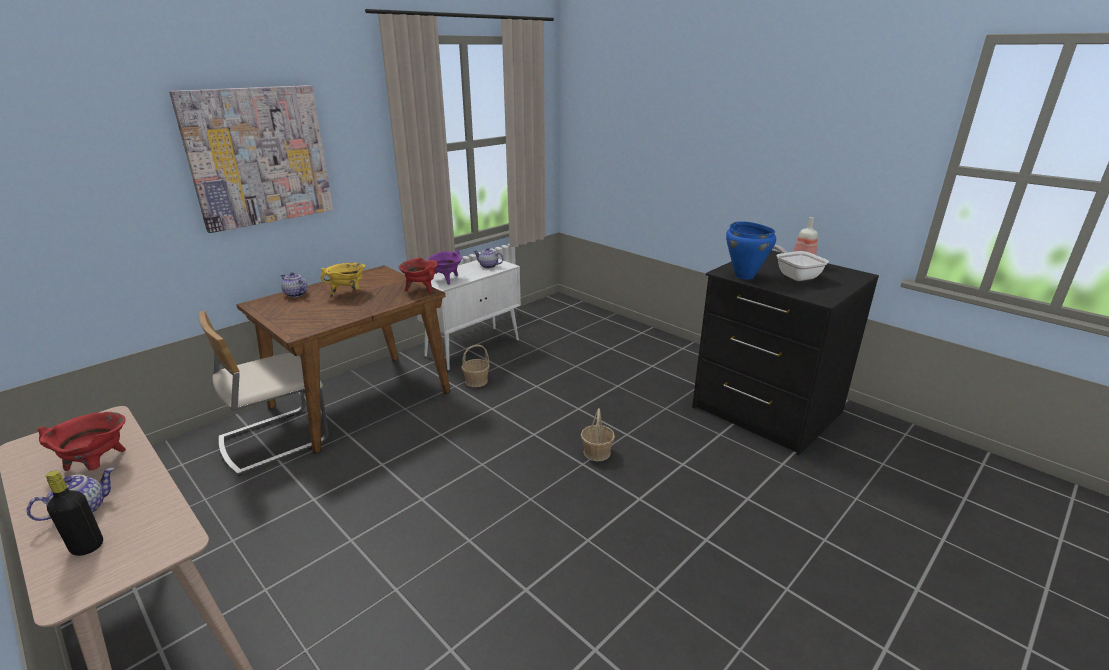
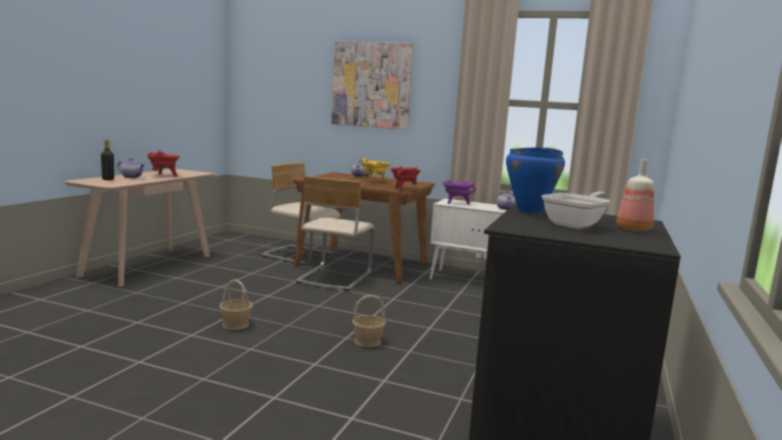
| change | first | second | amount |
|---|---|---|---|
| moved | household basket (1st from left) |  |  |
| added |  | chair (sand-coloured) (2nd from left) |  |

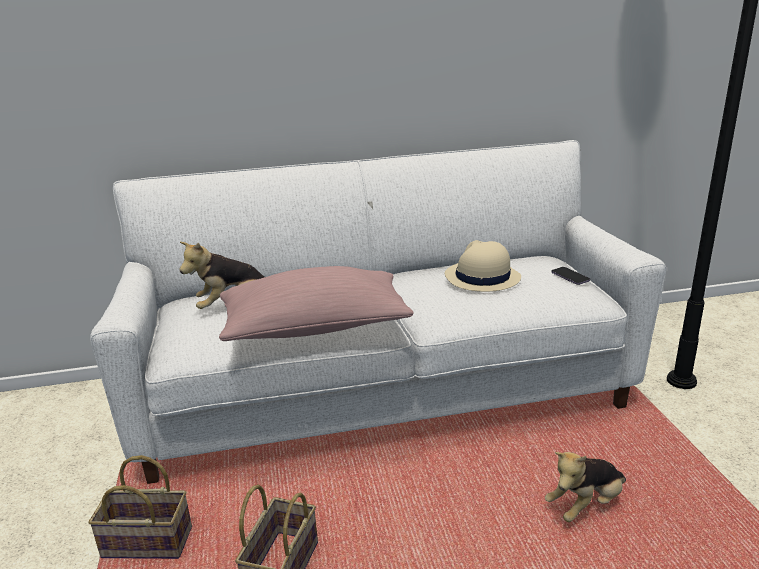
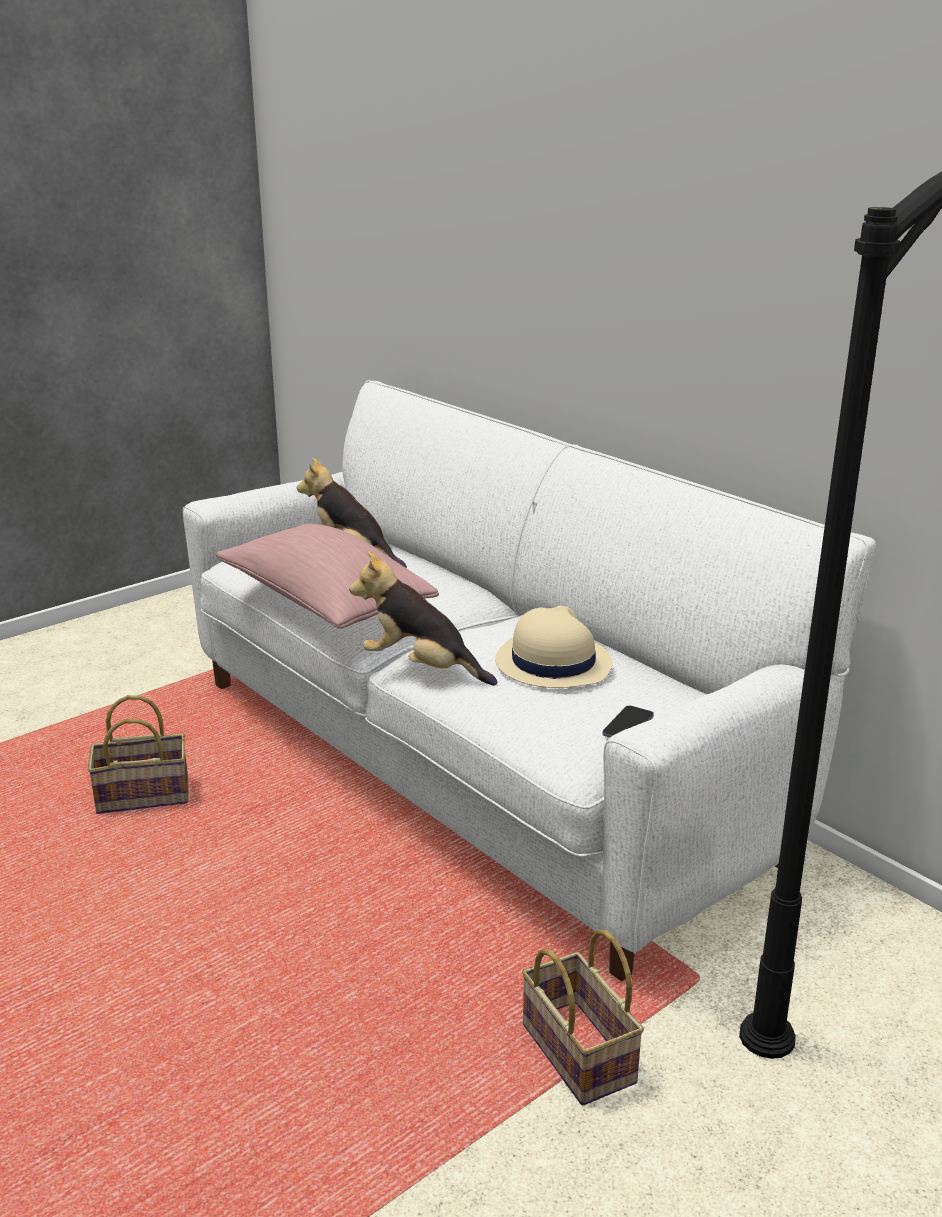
| change | first | second | amount |
|---|---|---|---|
| moved | soft toy (2nd from left) |  |  |
| moved | household basket (1st from left in the first image) | household basket (2nd from left) |  |

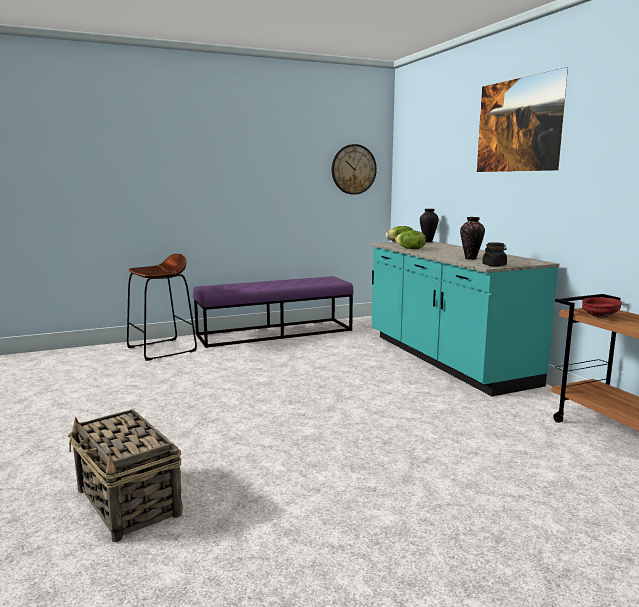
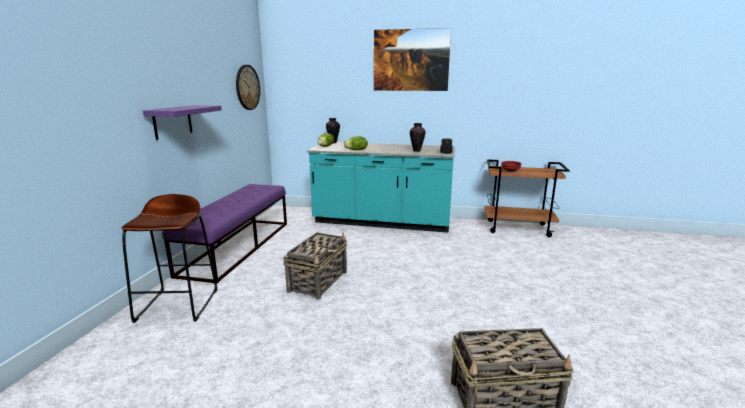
| change | first | second | amount |
|---|---|---|---|
| added |  | wall shelf (purple-coloured) |  |
| added |  | household basket (1st from left) |  |

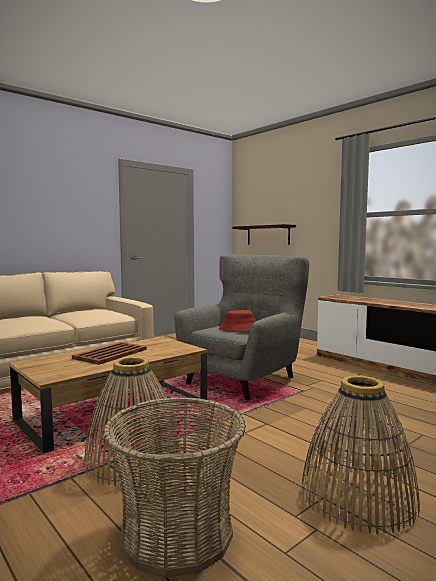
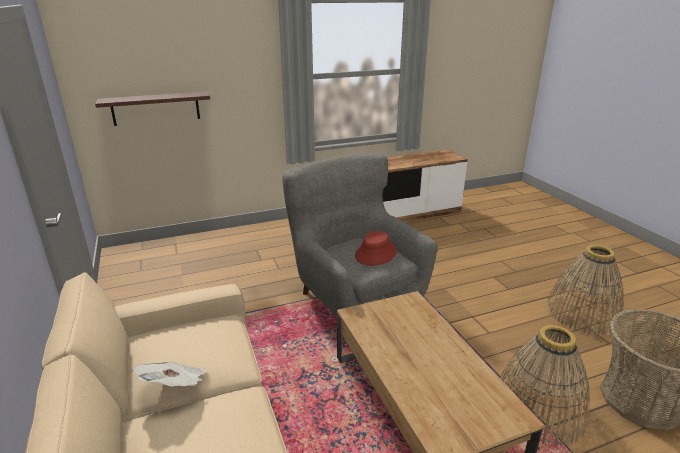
| change | first | second | amount |
|---|---|---|---|
| added |  | printed paper |  |
| removed | carrying tray (brown) |  |  |

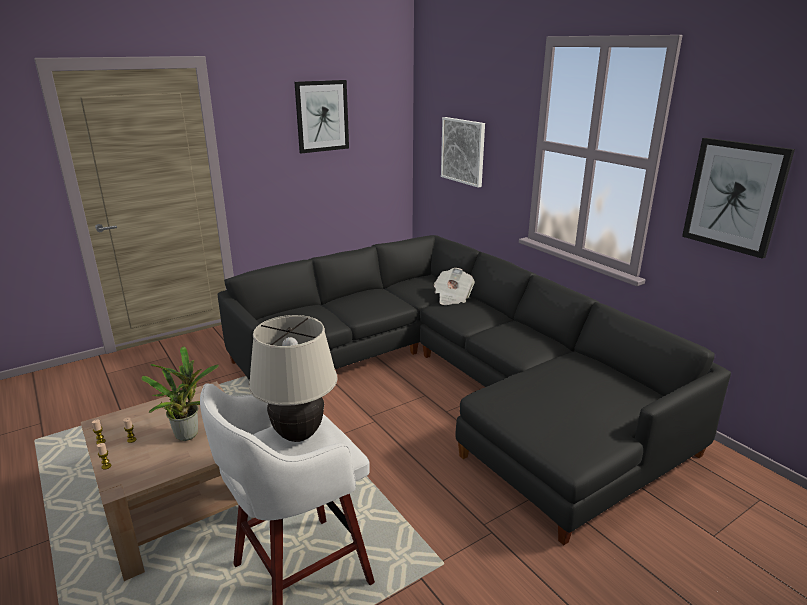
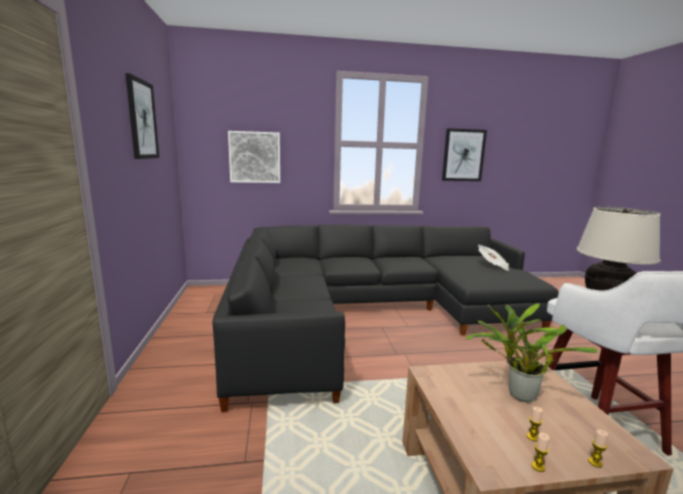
| change | first | second | amount |
|---|---|---|---|
| moved | printed paper |  |  |

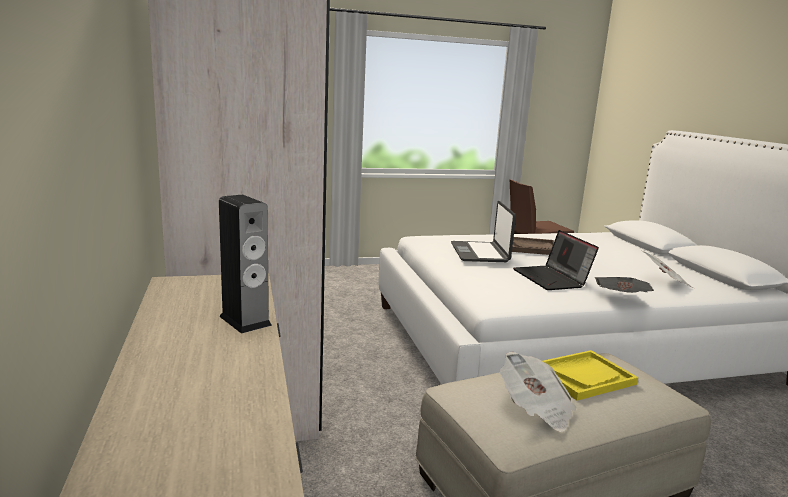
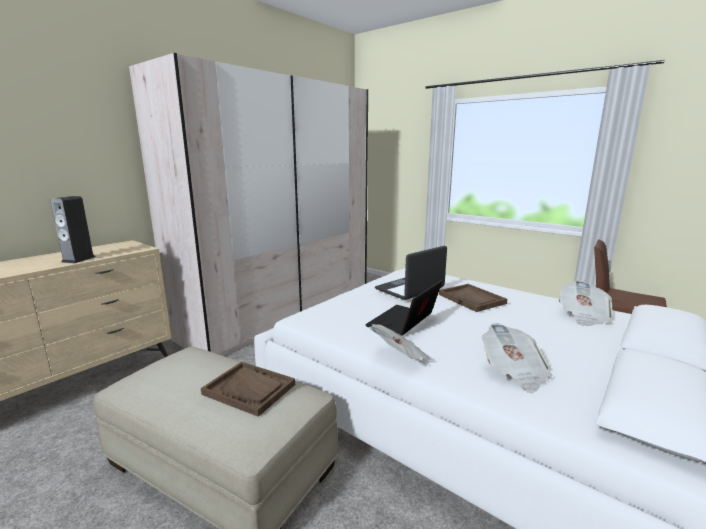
| change | first | second | amount |
|---|---|---|---|
| recoloured | carrying tray (yellow-coloured) | carrying tray (brown) (1st from left) |  |
| moved | printed paper (1st from left in the first image) | printed paper (3rd from left) |  |

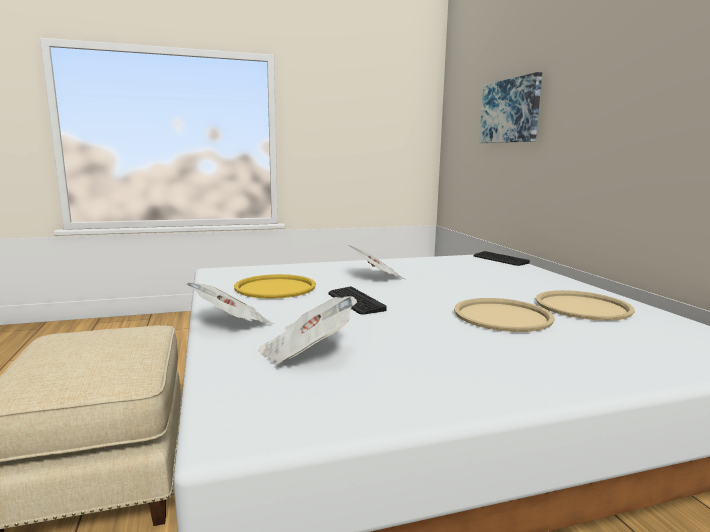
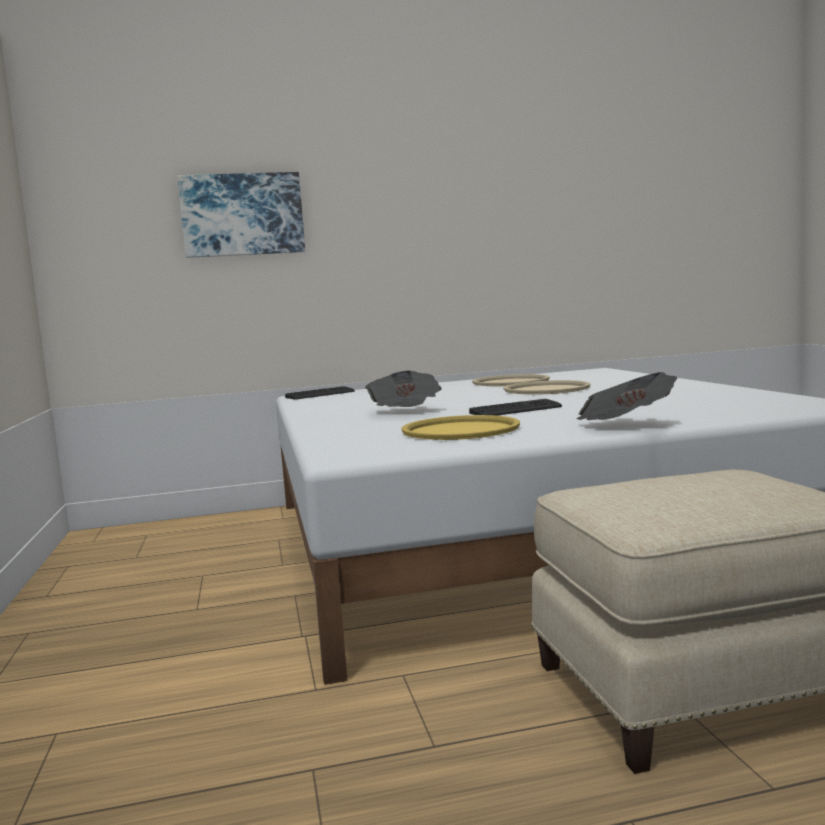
| change | first | second | amount |
|---|---|---|---|
| removed | printed paper (2nd from left) |  |  |

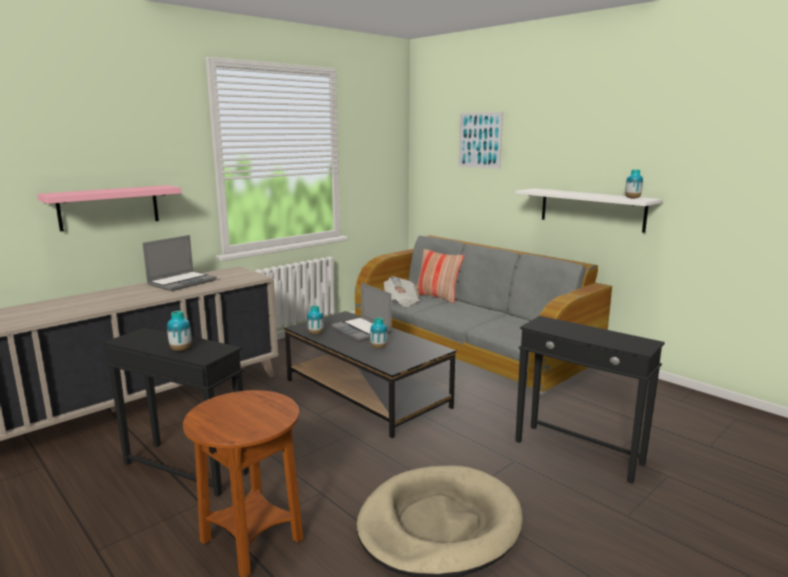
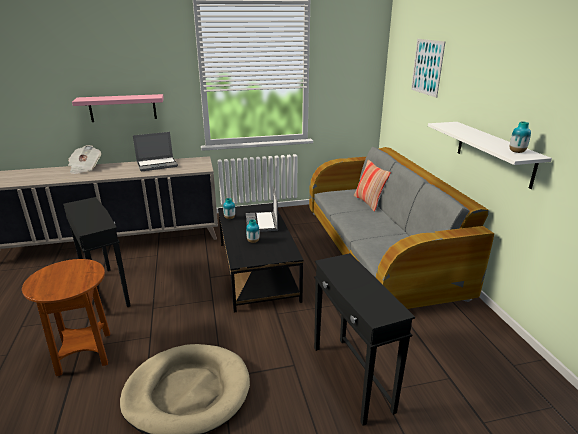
| change | first | second | amount |
|---|---|---|---|
| moved | printed paper |  |  |
| removed | flower vase (1st from left) |  |  |

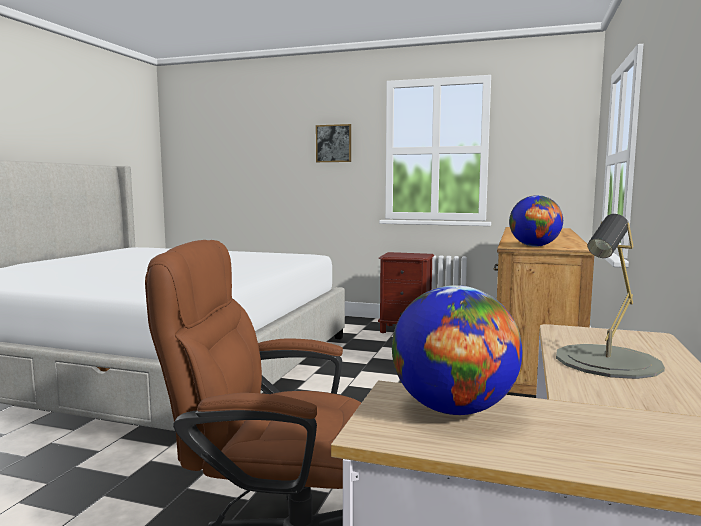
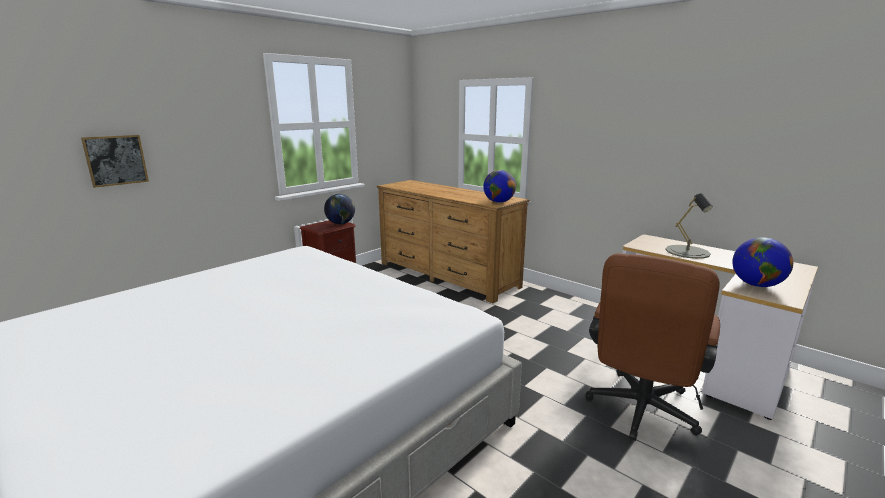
| change | first | second | amount |
|---|---|---|---|
| moved | picture |  |  |
| added |  | world globe (1st from left) |  |

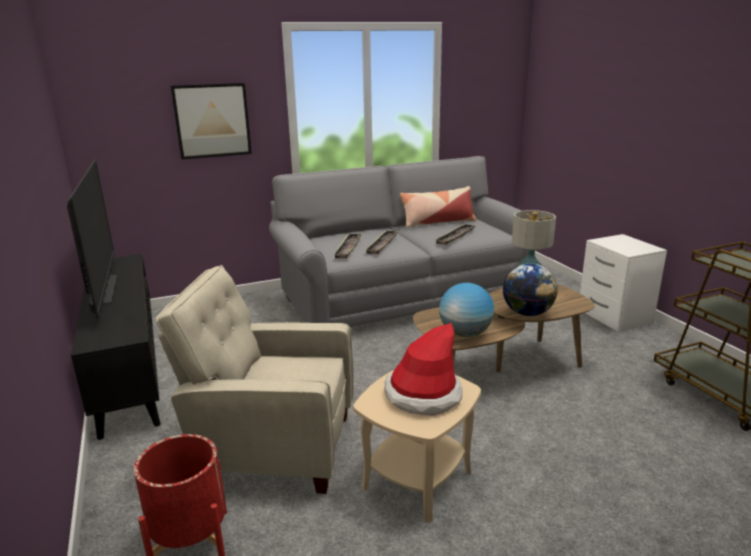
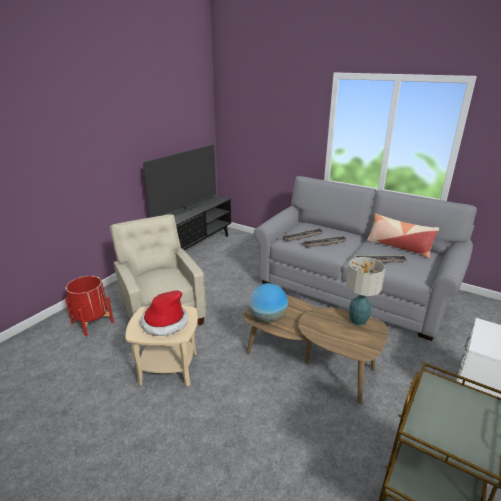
| change | first | second | amount |
|---|---|---|---|
| removed | picture |  |  |
| removed | world globe (2nd from left) |  |  |

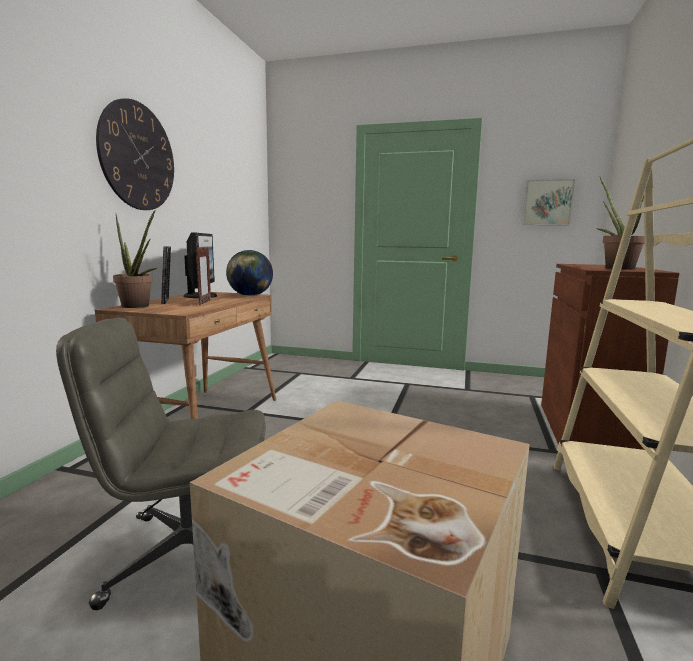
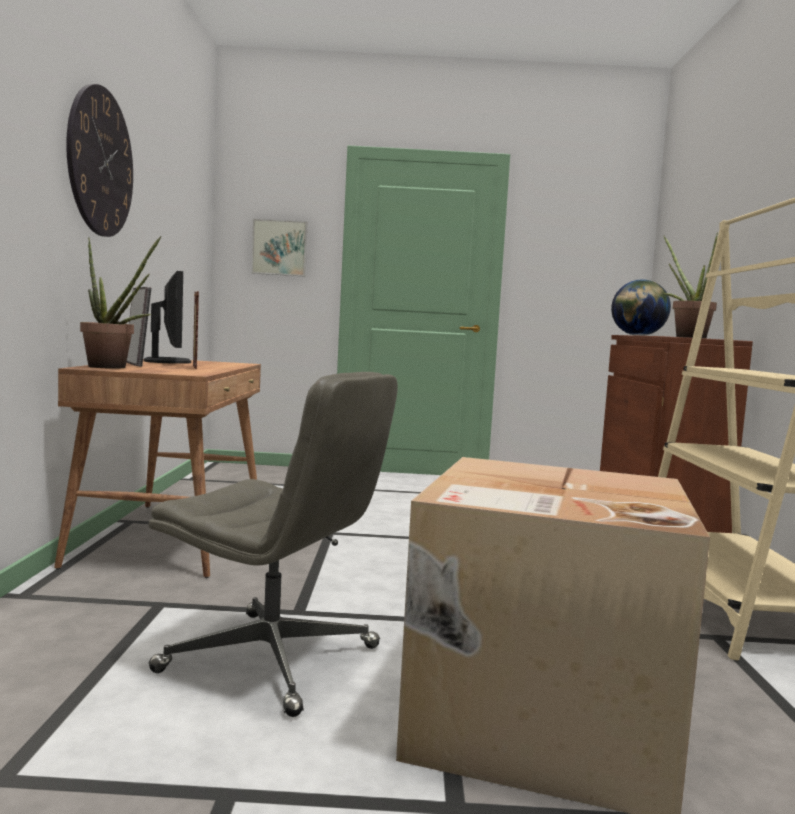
| change | first | second | amount |
|---|---|---|---|
| turned | office chair (gray) |  | 135 degrees counterclockwise |
| moved | picture |  |  |
| moved | world globe |  |  |

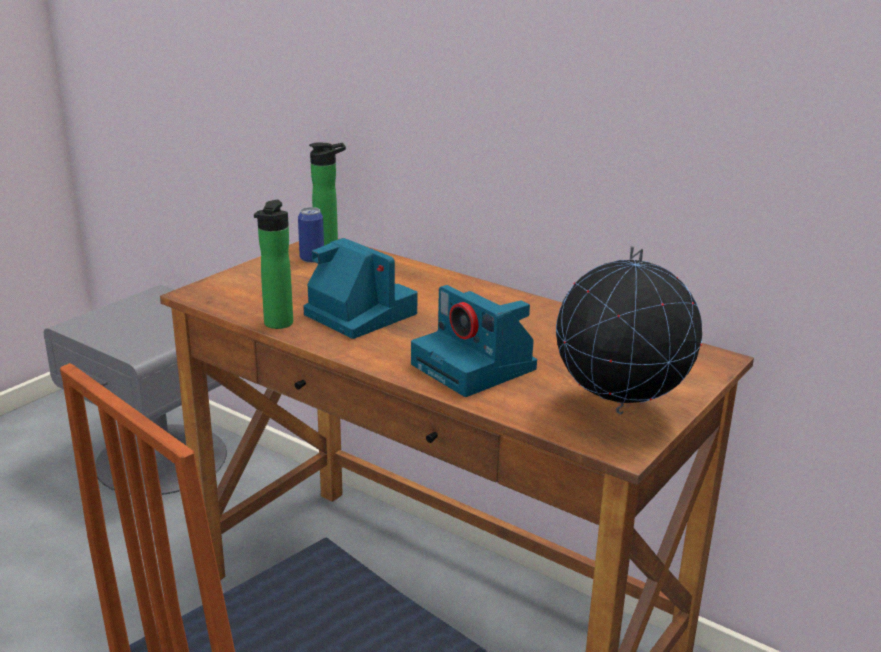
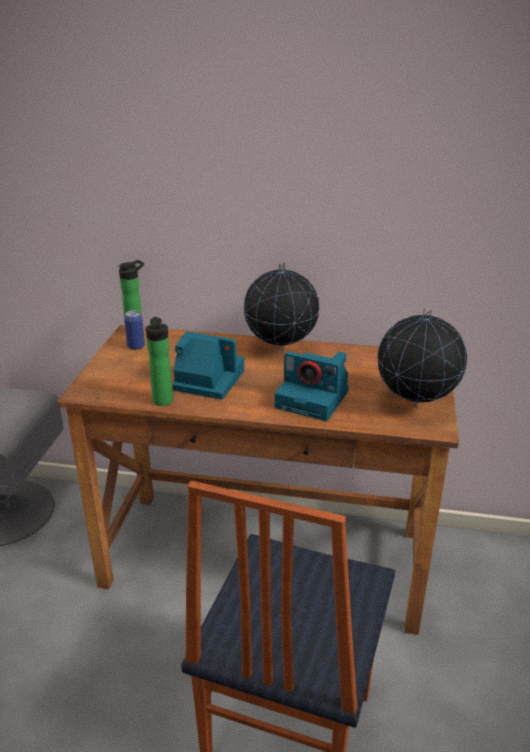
| change | first | second | amount |
|---|---|---|---|
| added |  | world globe (1st from left) |  |

